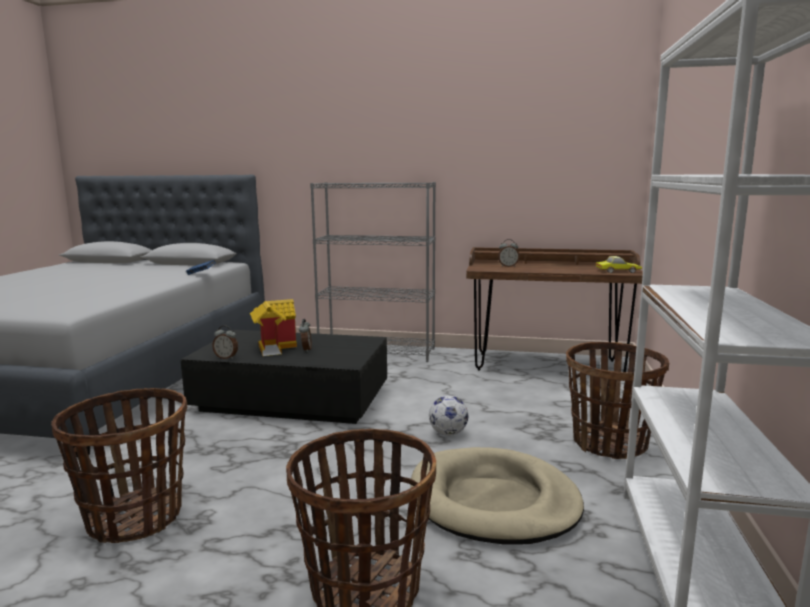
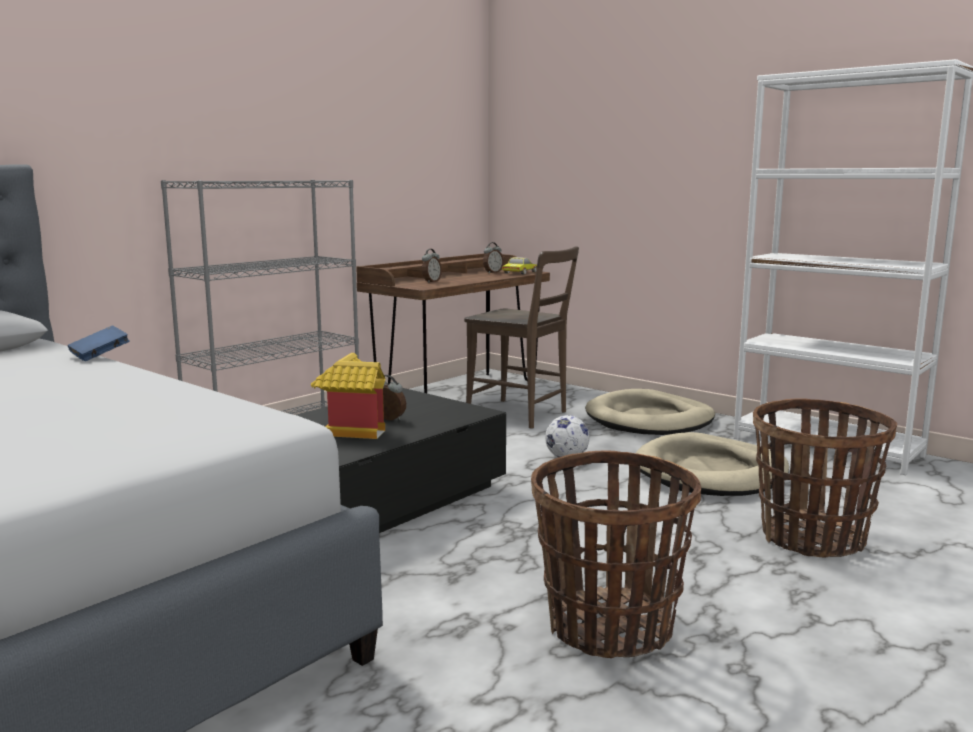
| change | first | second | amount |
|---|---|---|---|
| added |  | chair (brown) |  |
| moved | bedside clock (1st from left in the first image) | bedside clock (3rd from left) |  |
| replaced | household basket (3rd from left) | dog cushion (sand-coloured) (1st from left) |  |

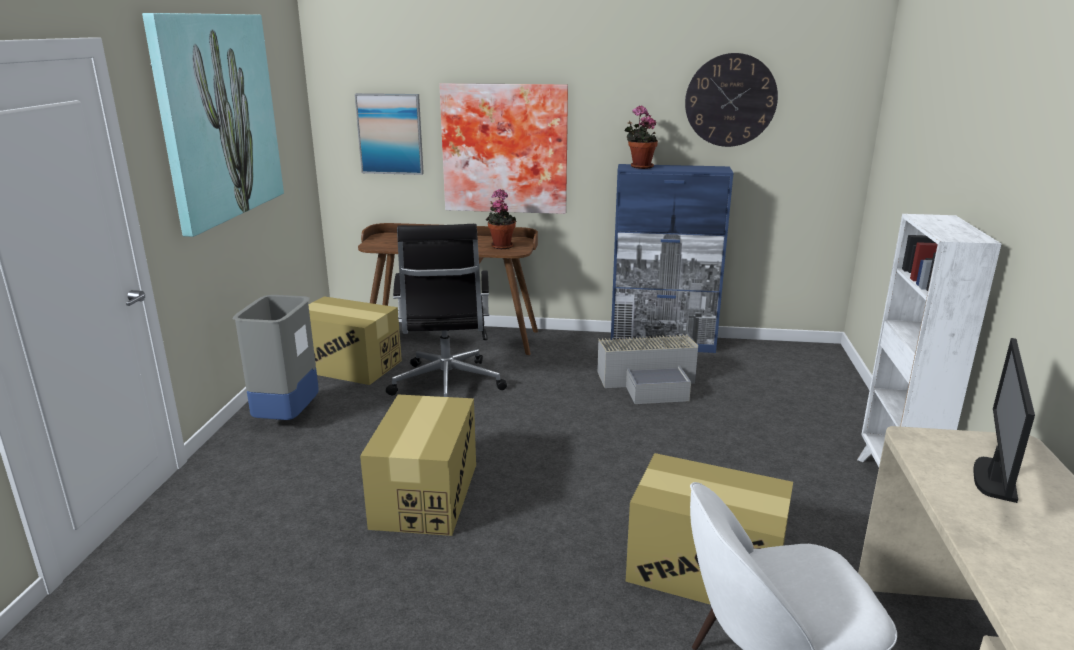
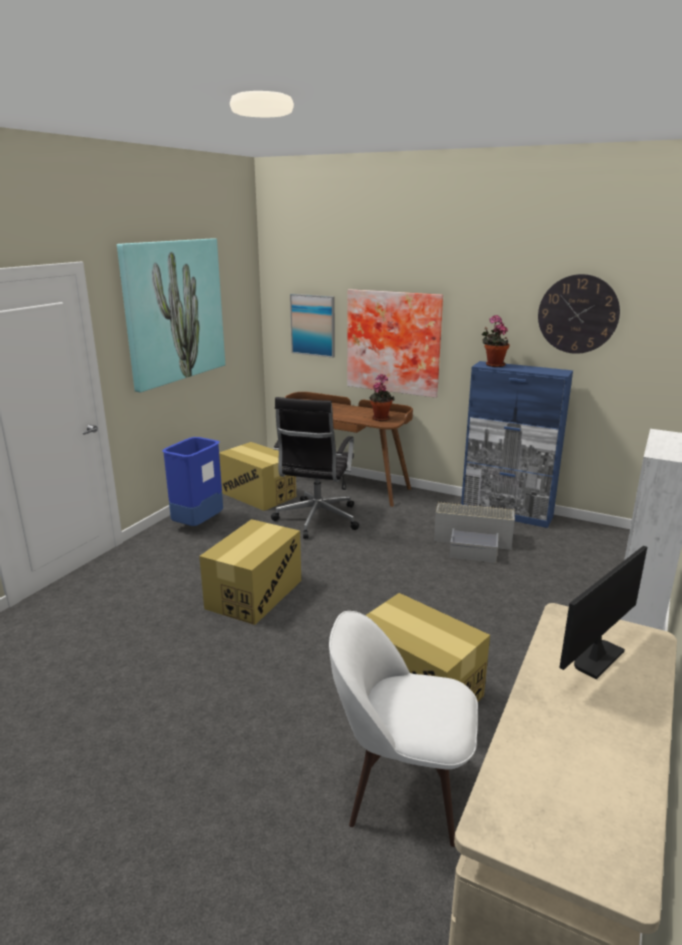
| change | first | second | amount |
|---|---|---|---|
| recoloured | trash can (gray) | trash can (bluish) |  |

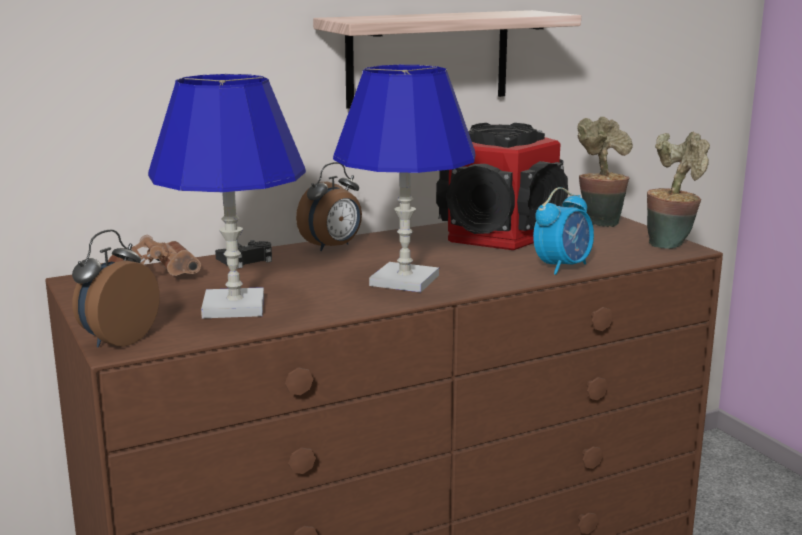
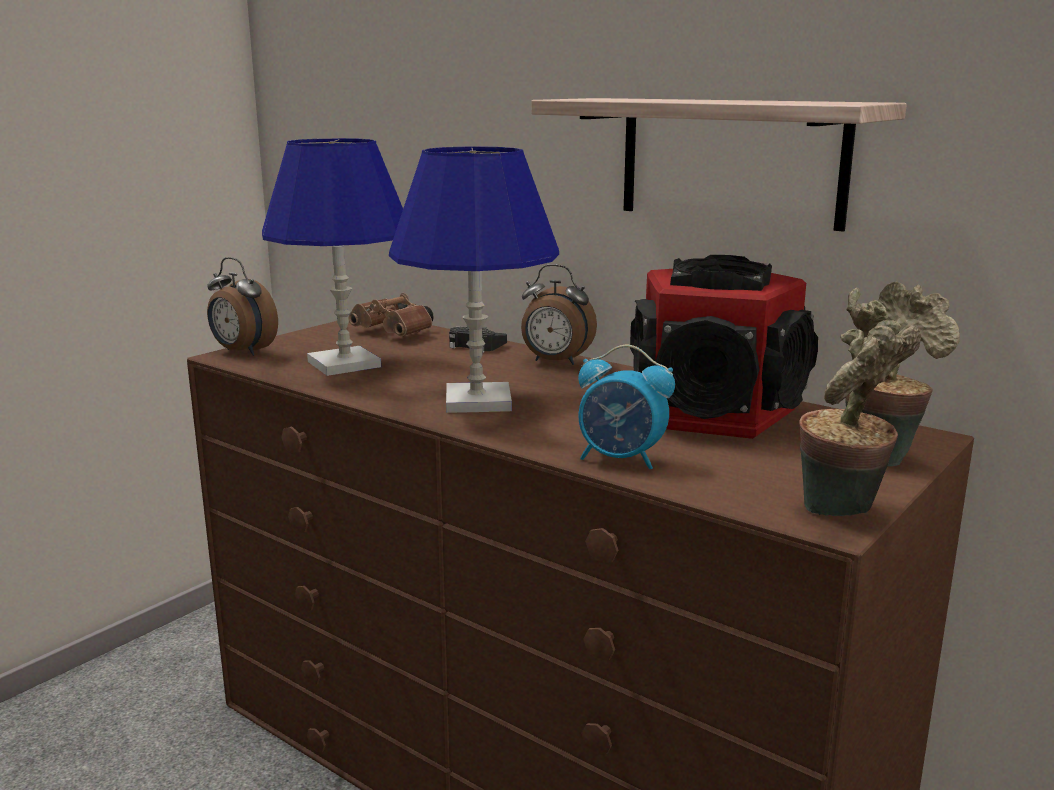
| change | first | second | amount |
|---|---|---|---|
| turned | bedside clock (1st from left) |  | 150 degrees counterclockwise |

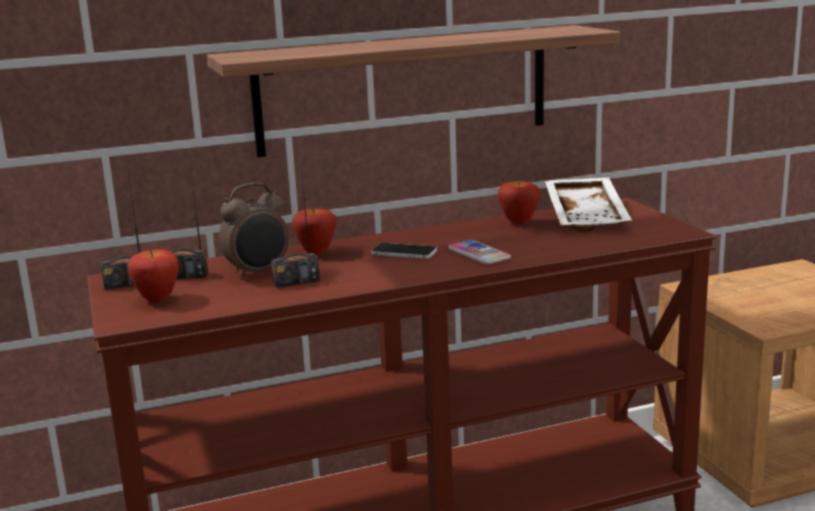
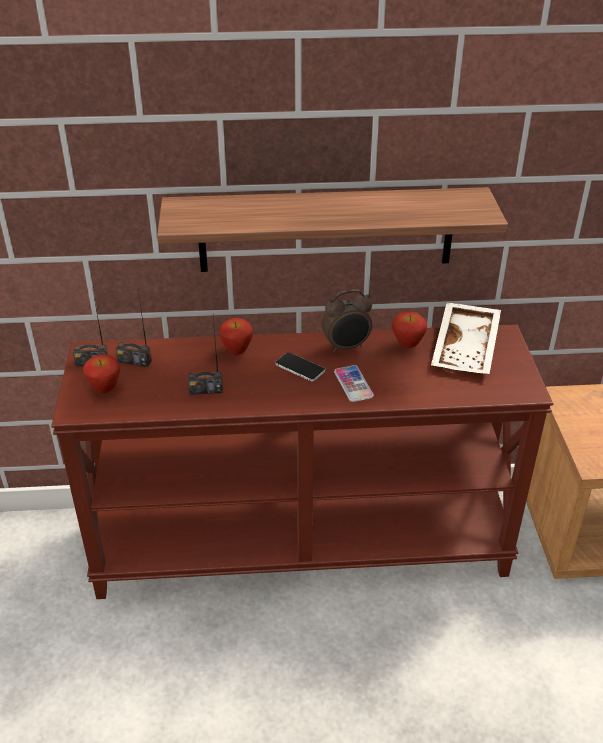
| change | first | second | amount |
|---|---|---|---|
| moved | bedside clock |  |  |

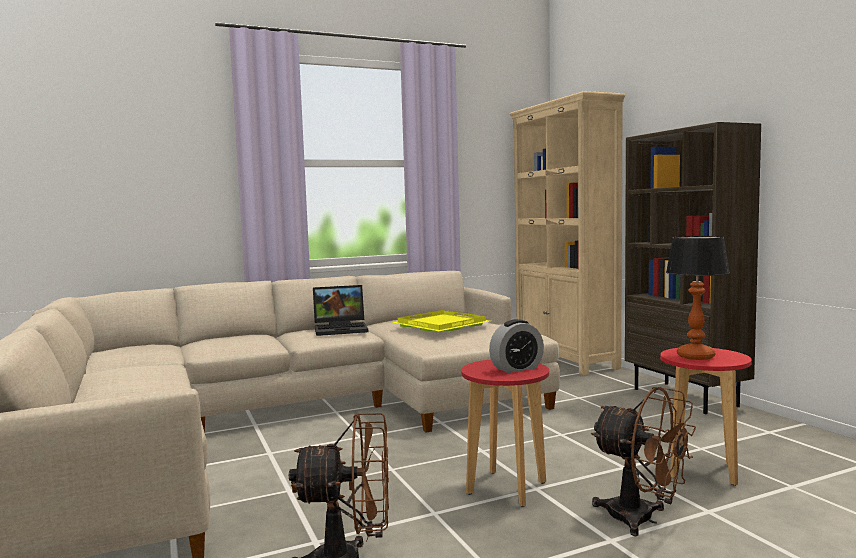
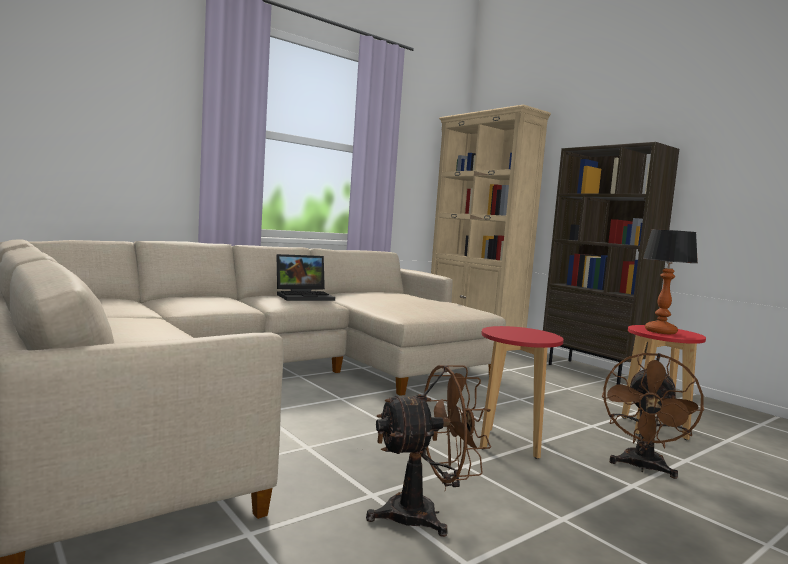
| change | first | second | amount |
|---|---|---|---|
| turned | electric fan (brown) (2nd from left) |  | 90 degrees clockwise |
| removed | carrying tray (yellow-coloured) |  |  |
| removed | bedside clock |  |  |

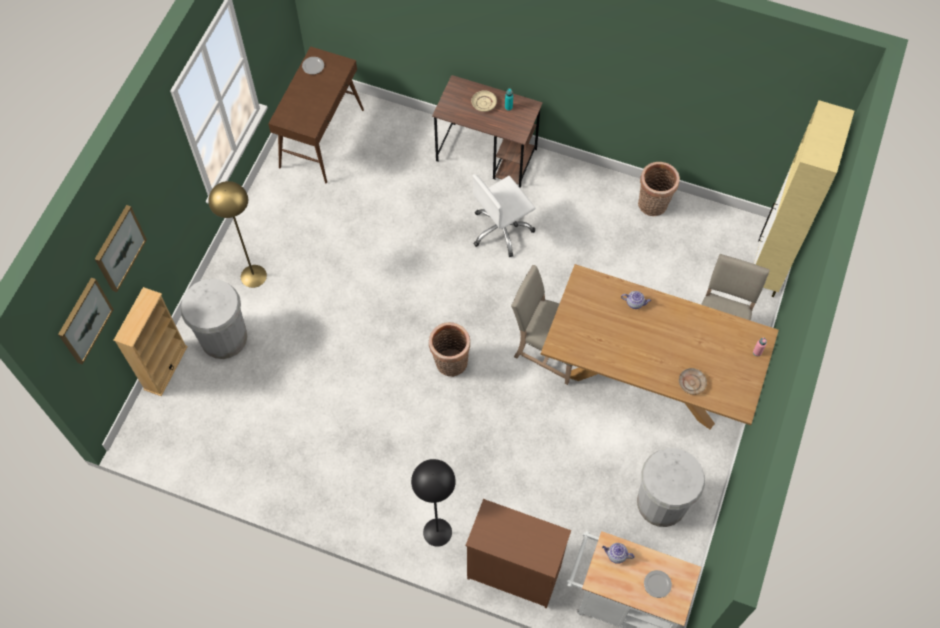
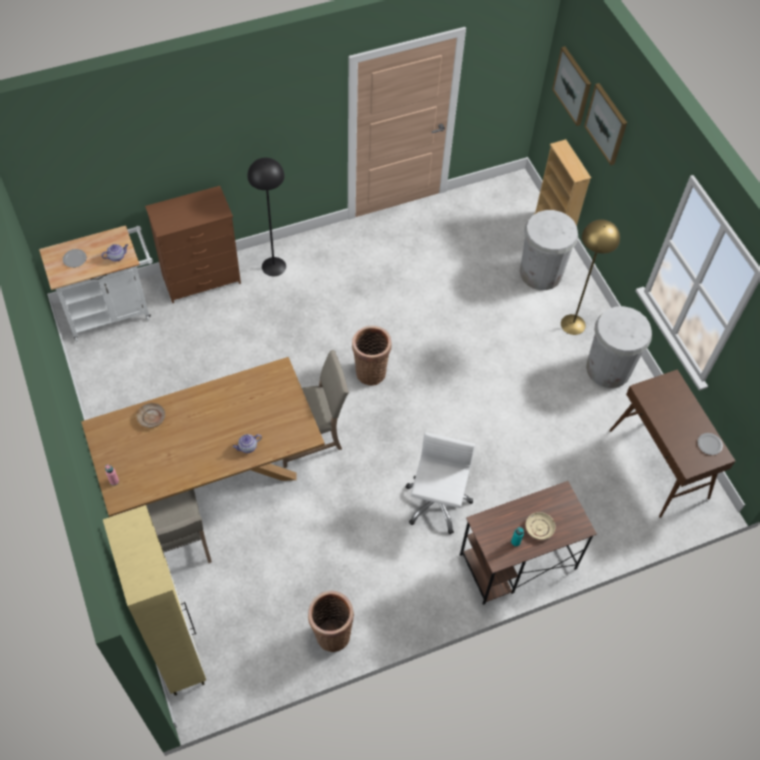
| change | first | second | amount |
|---|---|---|---|
| moved | trash can (whitish) (2nd from left) |  |  |

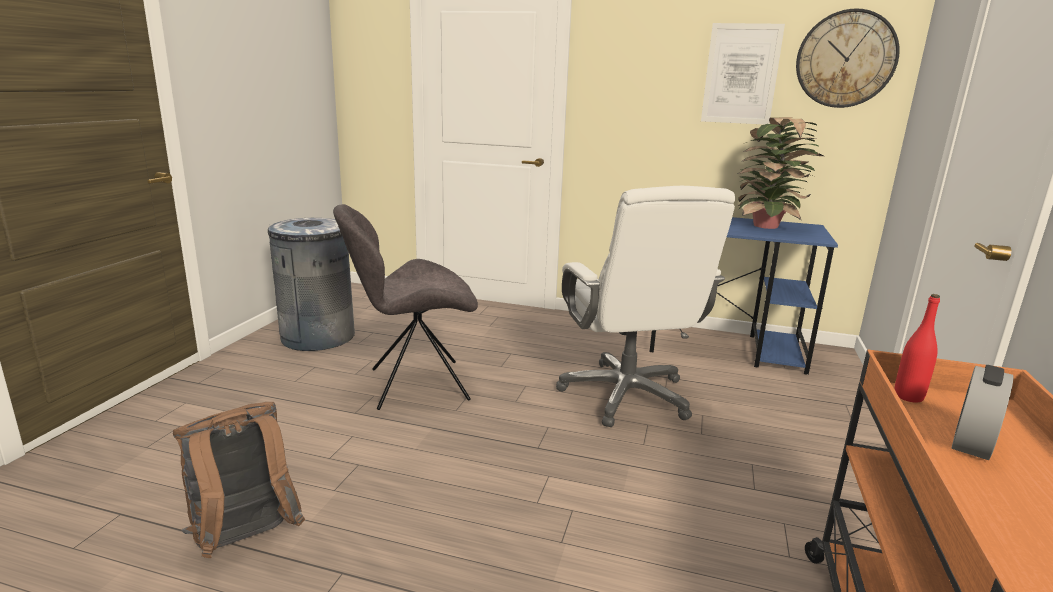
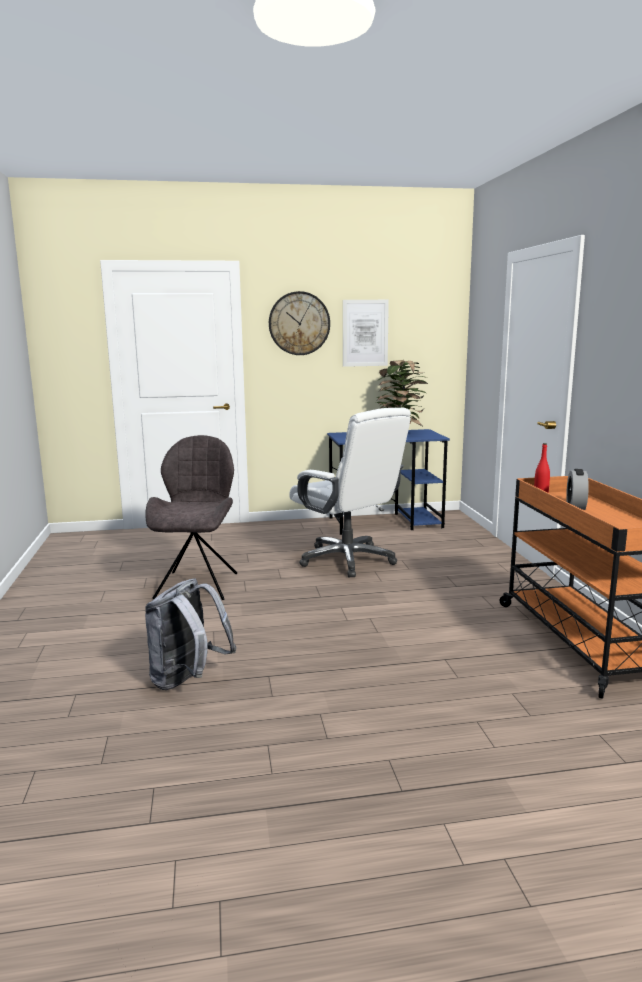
| change | first | second | amount |
|---|---|---|---|
| turned | chair (gray) |  | 135 degrees clockwise |
| recoloured | knapsack (brown) | knapsack (gray) |  |
| moved | clock on the wall |  |  |
| removed | trash can (gray) |  |  |

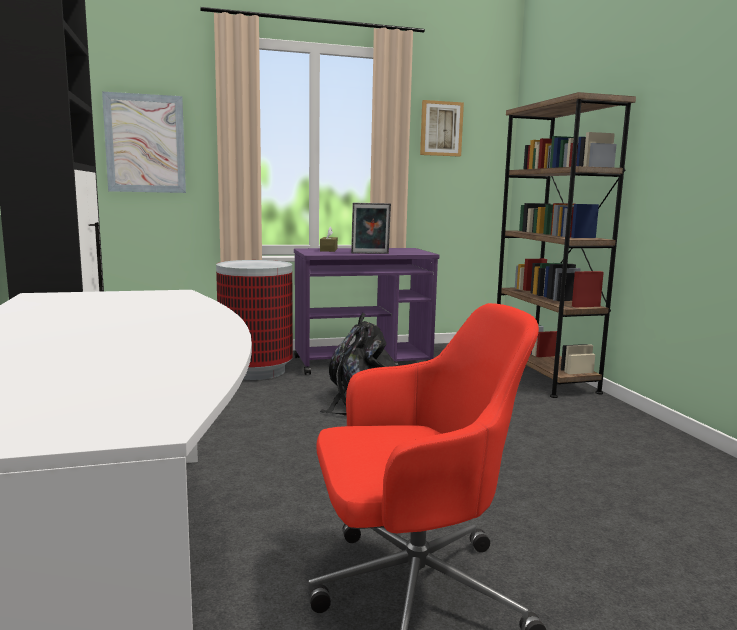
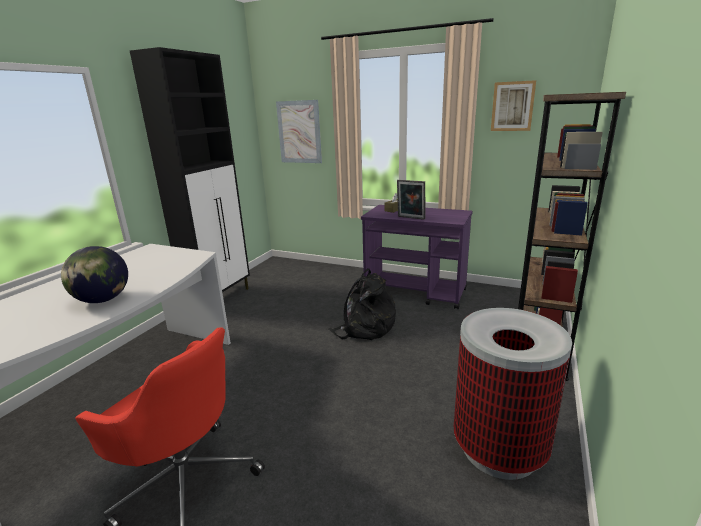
| change | first | second | amount |
|---|---|---|---|
| added |  | world globe |  |
| moved | trash can |  |  |

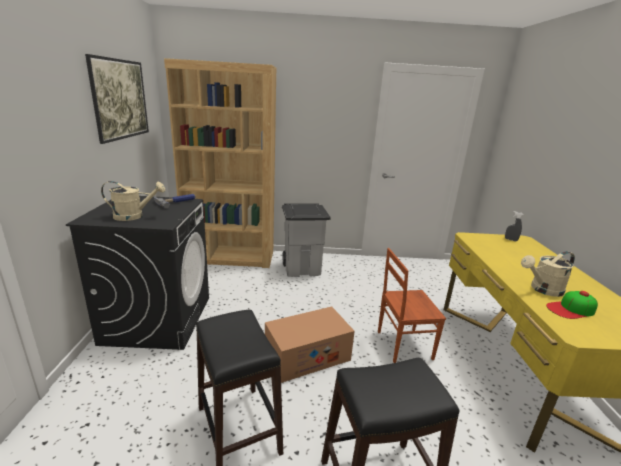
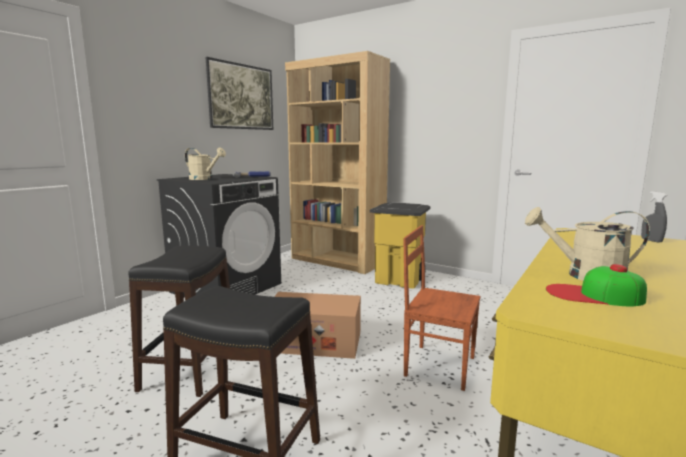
| change | first | second | amount |
|---|---|---|---|
| recoloured | trash can (gray) | trash can (yellow-coloured) |  |

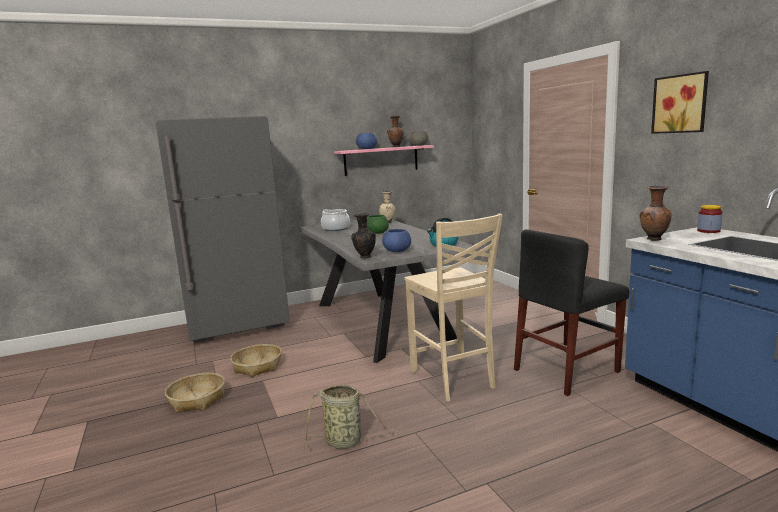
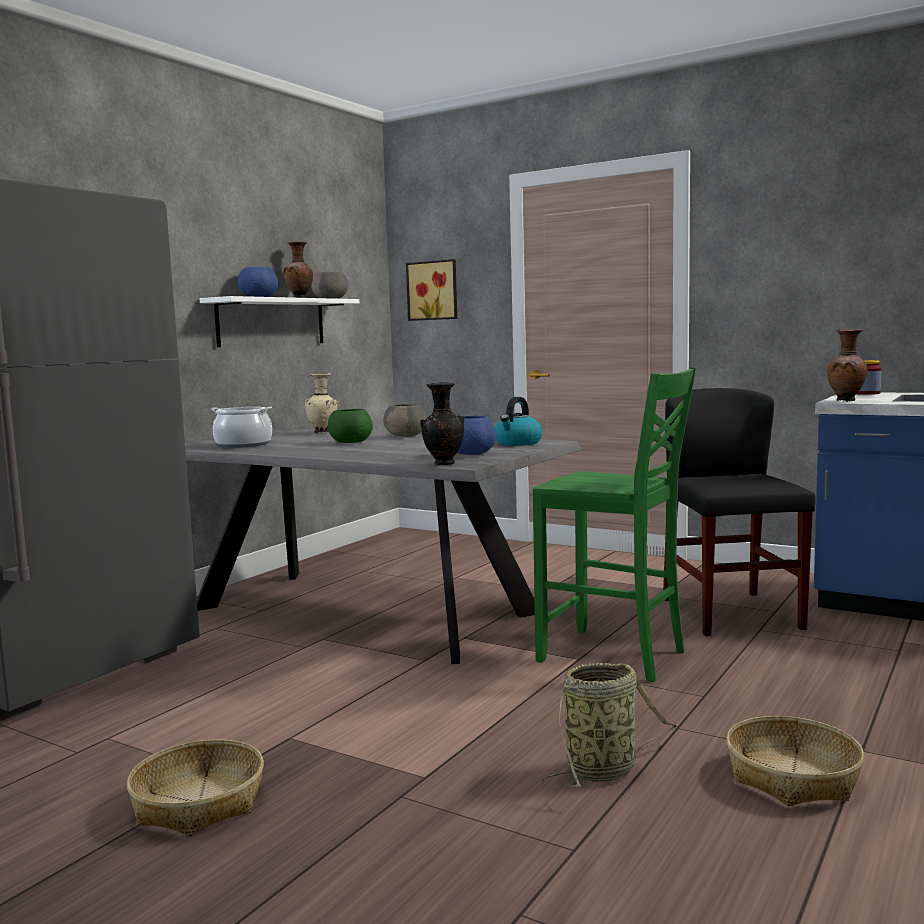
| change | first | second | amount |
|---|---|---|---|
| recoloured | wall shelf (pink-coloured) | wall shelf (whitish) |  |
| added |  | deep dish (gray) (2nd from left) |  |
| moved | picture |  |  |
| recoloured | chair (sand-coloured) | chair (greenish) |  |
| turned | chair (black) |  | 150 degrees clockwise |
| moved | household basket (2nd from left in the first image) | household basket (3rd from left) |  |

